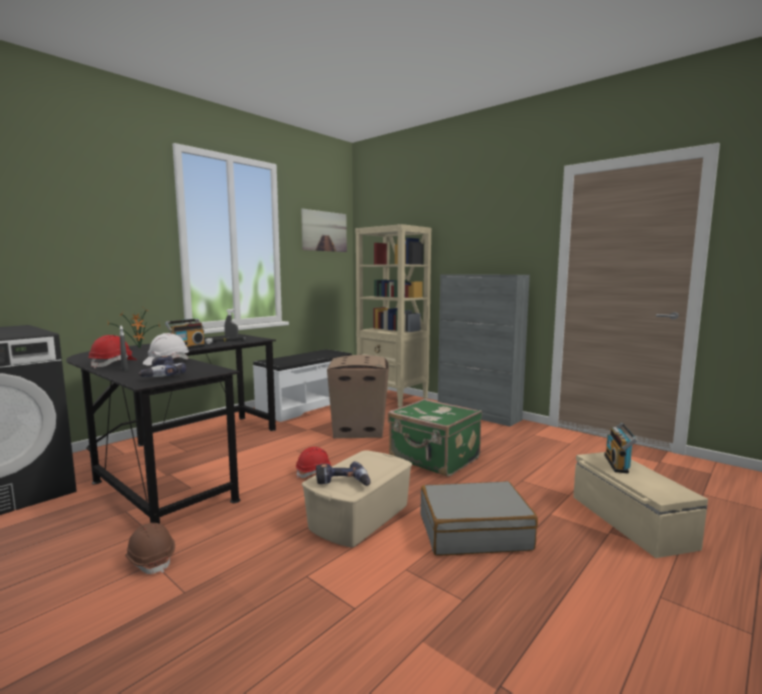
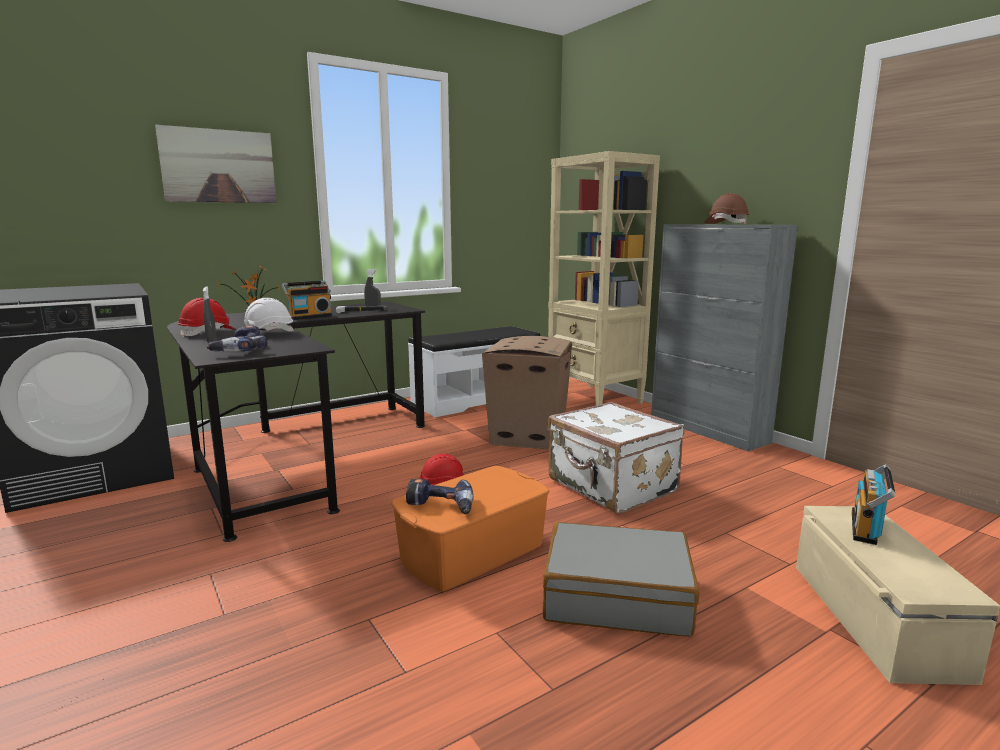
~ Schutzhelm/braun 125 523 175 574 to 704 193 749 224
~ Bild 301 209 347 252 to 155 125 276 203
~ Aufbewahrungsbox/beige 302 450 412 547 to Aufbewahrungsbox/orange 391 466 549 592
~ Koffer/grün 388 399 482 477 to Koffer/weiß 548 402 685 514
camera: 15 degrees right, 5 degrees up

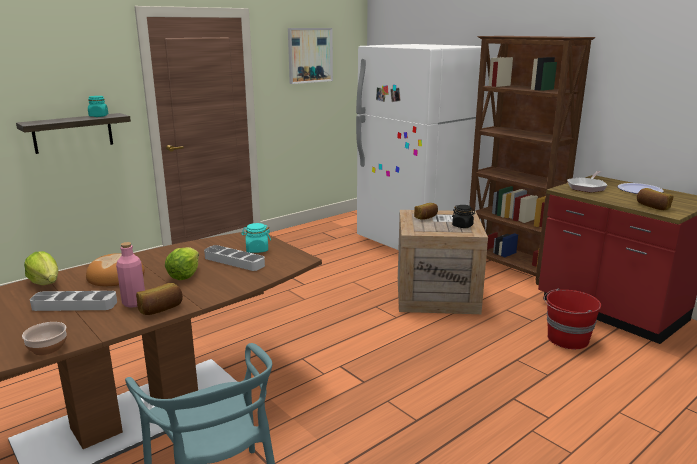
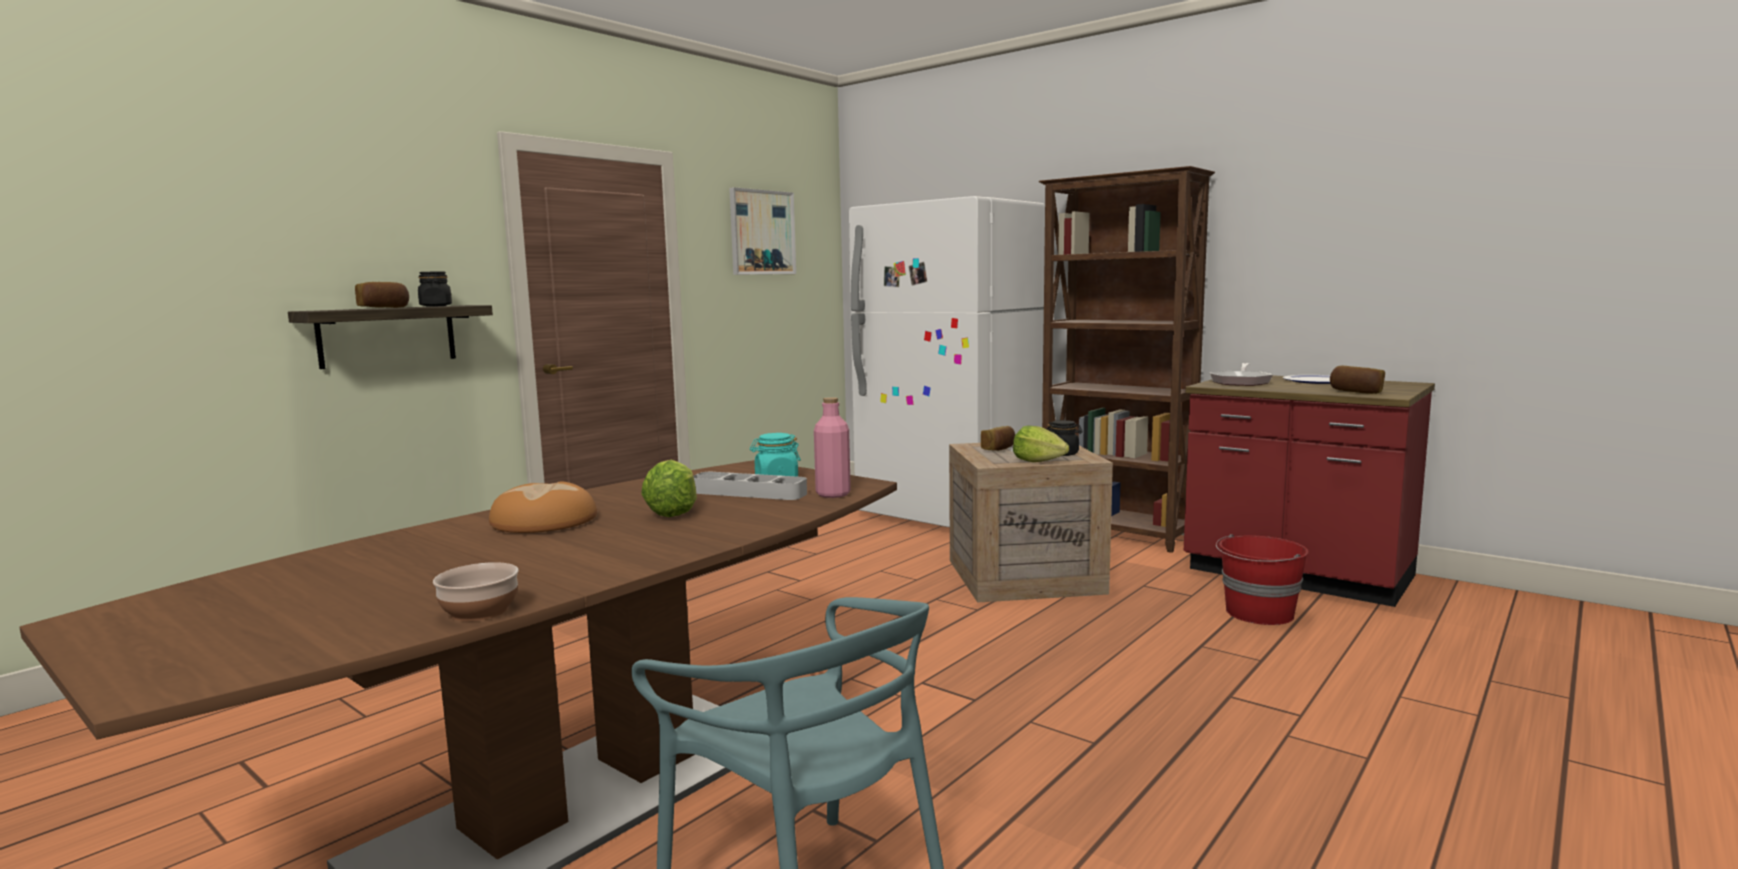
~ Salatkopf 24 251 58 285 to 1013 426 1069 462
- Tablett/grau 30 291 117 311
~ Vorratsglas/türkis 88 96 108 117 to Vorratsglas/schwarz 418 272 452 307
~ Flasche/rosa 116 242 145 308 to 814 397 851 498
~ Brot 136 283 183 315 to 355 282 409 308
camera: 10 degrees left, 10 degrees down

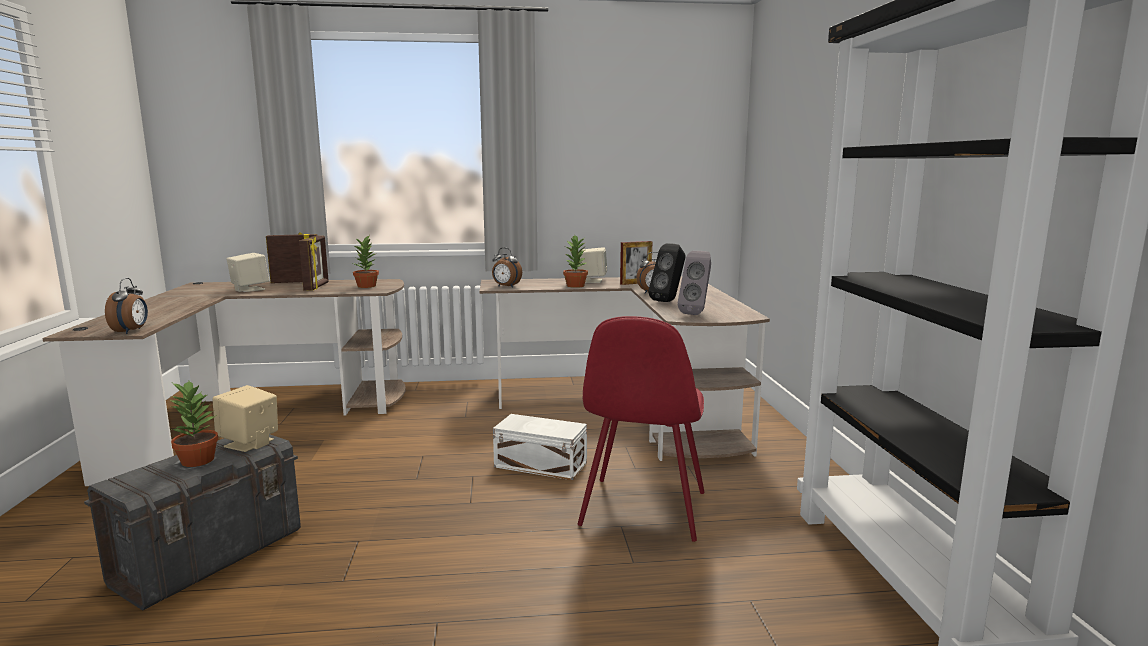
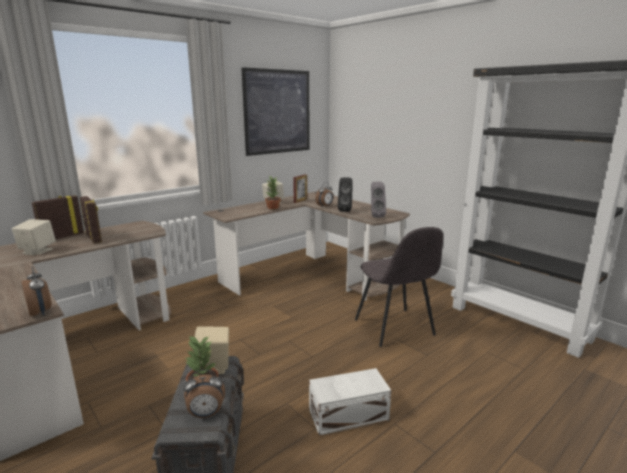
- Topfpflanze 353 236 379 288
~ Wecker 492 248 522 288 to 184 370 225 418
~ Aufbewahrungsbox/weiß 493 414 587 480 to 309 368 391 435
~ Stuhl/rot 578 316 704 542 to Stuhl/grau 355 227 443 347
+ Bild 241 67 309 156
camera: 35 degrees left, 5 degrees up

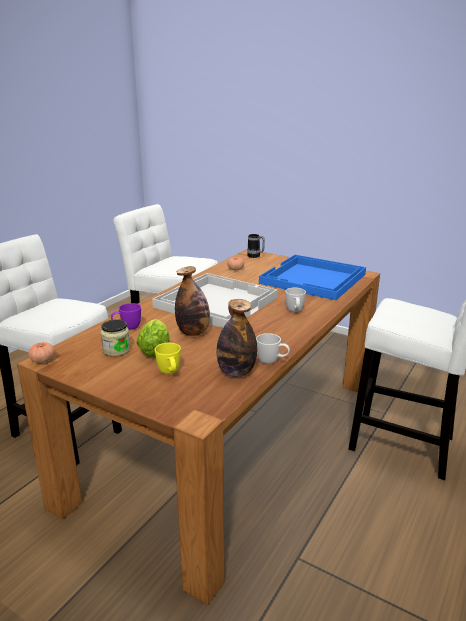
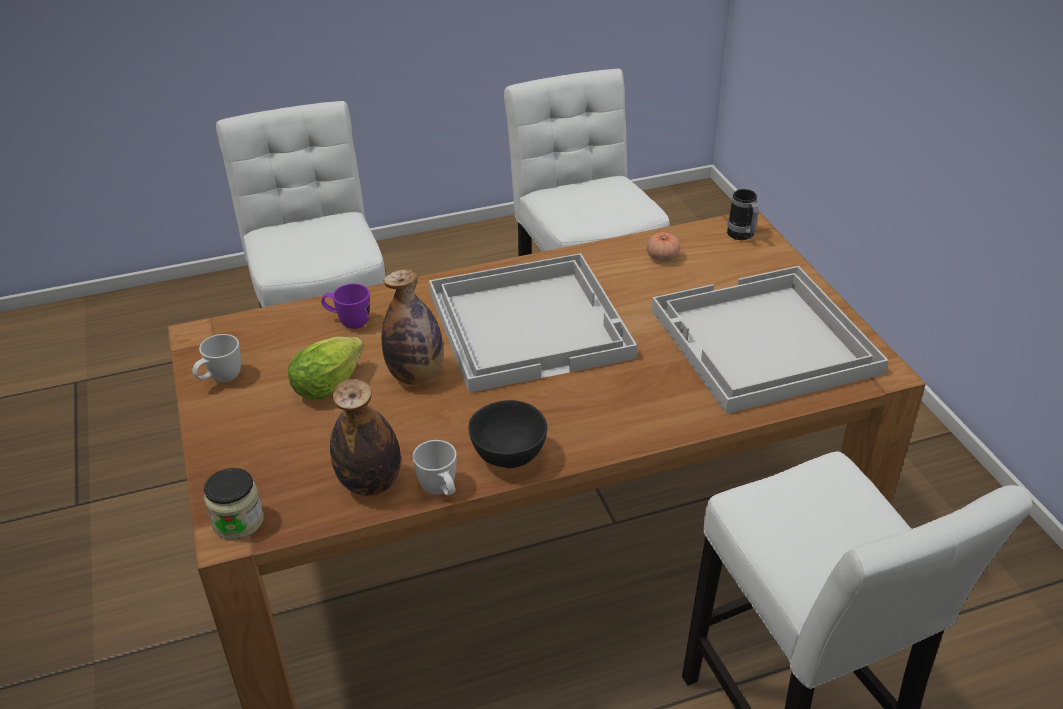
- Tomate 28 342 55 363
~ Vorratsglas 101 319 130 356 to 204 468 264 540
- Henkelbecher/gelb 155 343 181 374
~ Tablett/blau 259 255 366 300 to Tablett/weiß 652 266 889 414
~ Henkelbecher/weiß 285 288 306 312 to 192 334 241 382
+ Schüssel/schwarz 469 400 548 468
camera: 40 degrees right, 15 degrees up

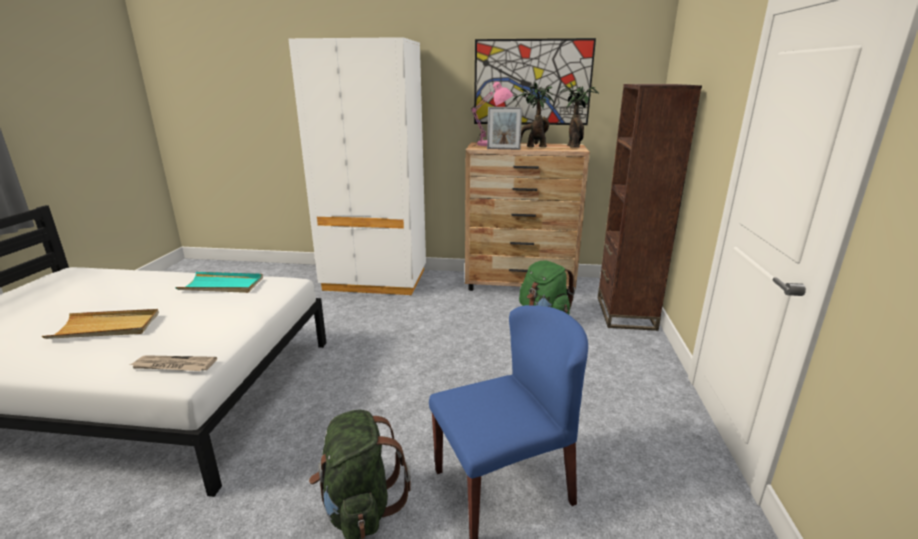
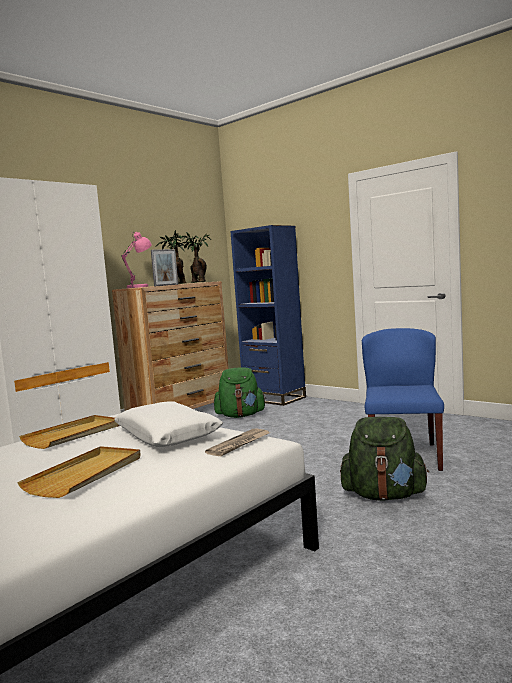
~ Tablett/türkis 175 272 263 293 to Tablett/beige 19 415 120 449
- Bild 474 38 596 125
~ Bücherregal/braun 598 84 702 331 to Bücherregal/blau 230 225 306 406
+ Kissen/weiß 114 401 223 447
camera: 55 degrees left, 15 degrees down

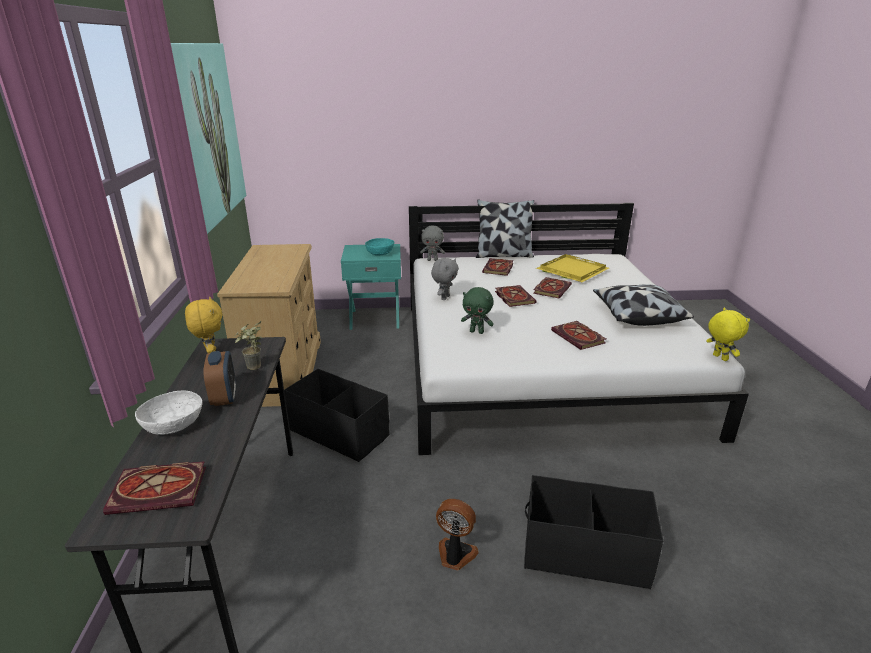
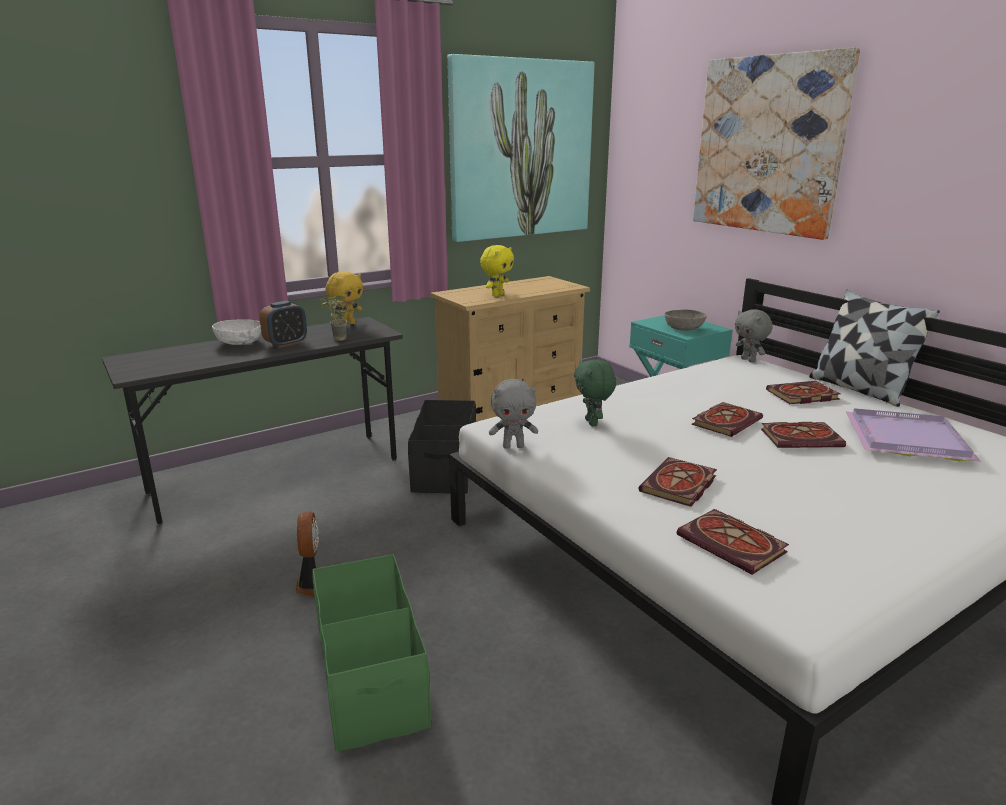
~ Buch 103 461 206 515 to 677 509 789 575
~ Schüssel/türkis 365 238 394 256 to Schüssel/grau 665 310 707 331
~ Plüschtier/grau 431 258 459 300 to 489 379 538 449
~ Aufbewahrungsbox/schwarz 524 475 663 590 to Aufbewahrungsbox/grün 312 554 431 752
~ Tablett/gelb 536 254 609 282 to Tablett/lila 846 408 981 462
- Kissen 593 284 694 326
~ Plüschtier/gelb 706 308 750 361 to 480 245 514 297
+ Bild 693 47 860 240
camera: 60 degrees right, 5 degrees down

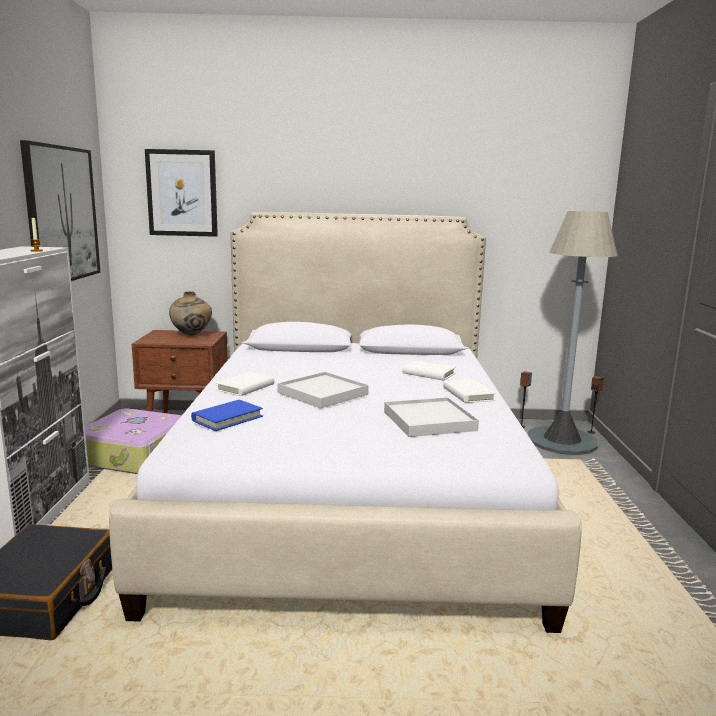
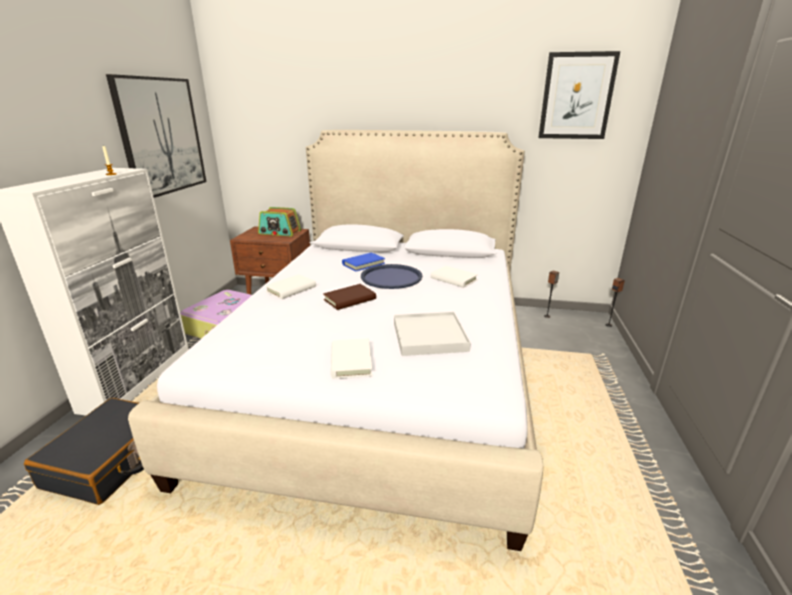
~ Bild 145 149 218 237 to 538 51 620 139
~ Vase/beige 169 291 212 336 to Radio 258 207 301 236
~ Buch/blau 191 400 263 431 to 342 253 385 271
~ Tablett/weiß 277 372 369 409 to Buch/braun 323 284 376 310
~ Buch/weiß 443 379 496 403 to 331 338 373 379
- Stehlampe/grau 527 211 618 455
+ Tablett/blau 361 264 422 289
camera: 10 degrees right, 10 degrees up

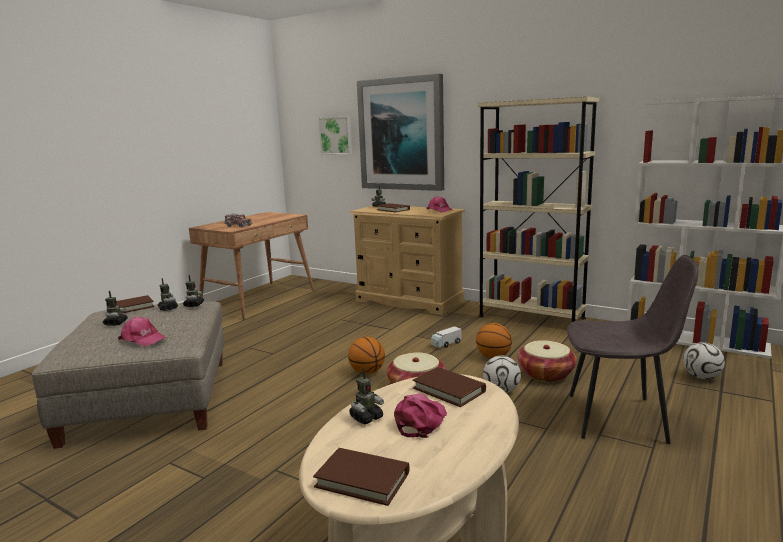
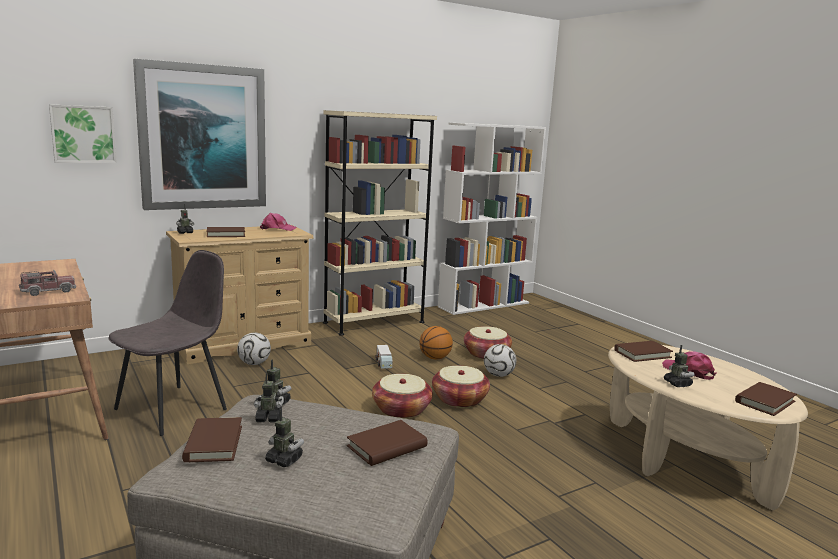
~ Kappe/rosa 118 317 166 346 to Buch/braun 347 420 428 466
~ Basketball 348 337 385 374 to Korb 372 374 433 419
~ Stuhl/grau 567 255 699 444 to 108 250 227 436
~ Fußball 683 342 725 379 to 237 332 271 365
camera: 65 degrees left, 0 degrees up

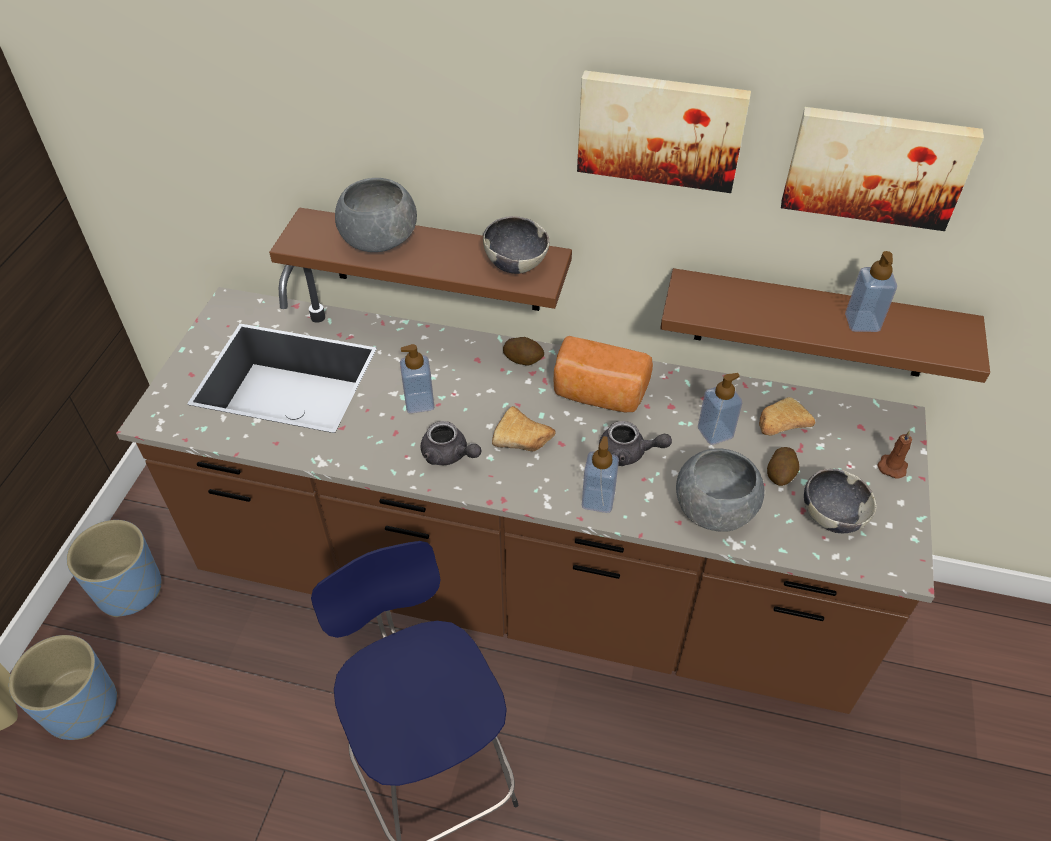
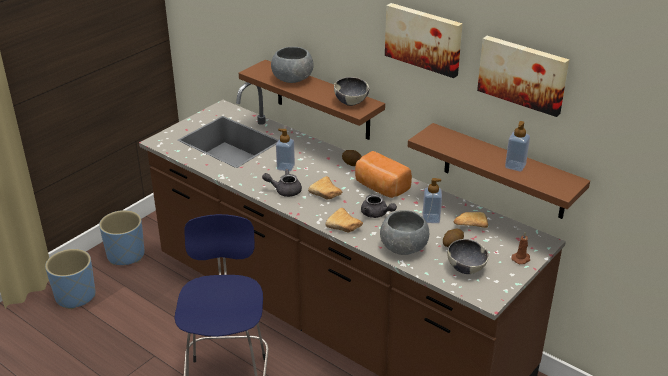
~ Teekanne/grau 421 421 481 465 = 262 169 302 197 120 degrees clockwise
~ Seifenspender 582 436 619 513 to Brot 325 208 363 232
camera: 25 degrees right, 15 degrees down

